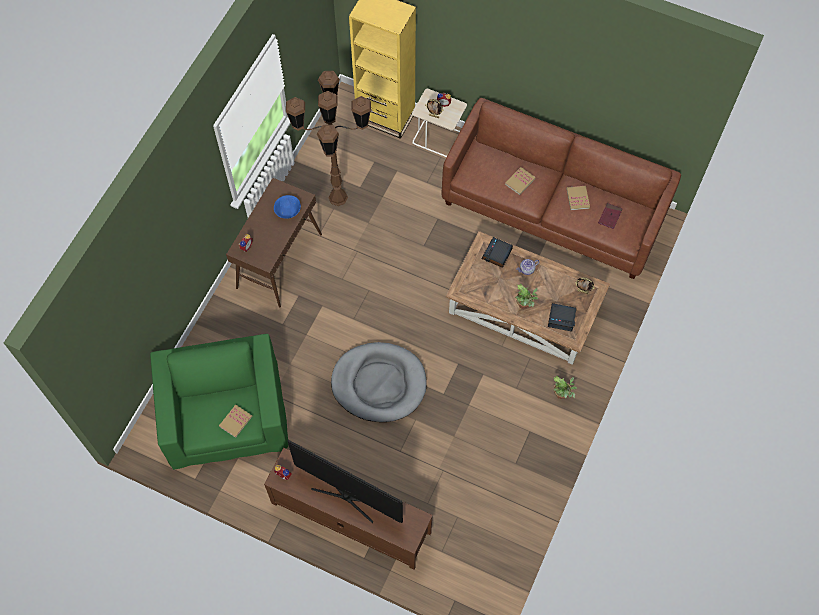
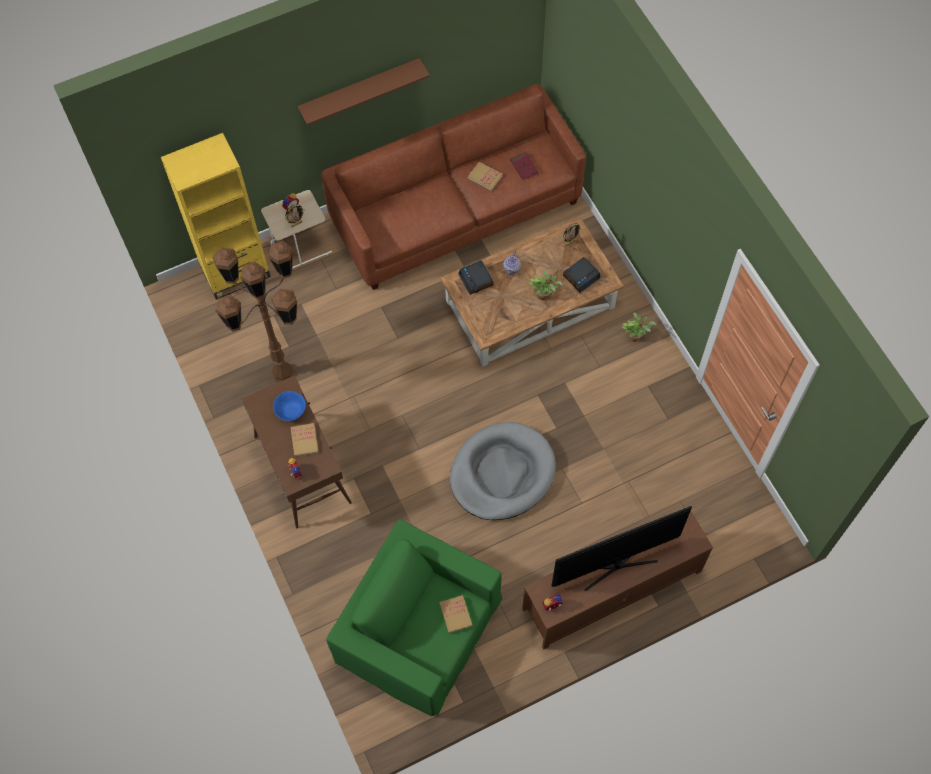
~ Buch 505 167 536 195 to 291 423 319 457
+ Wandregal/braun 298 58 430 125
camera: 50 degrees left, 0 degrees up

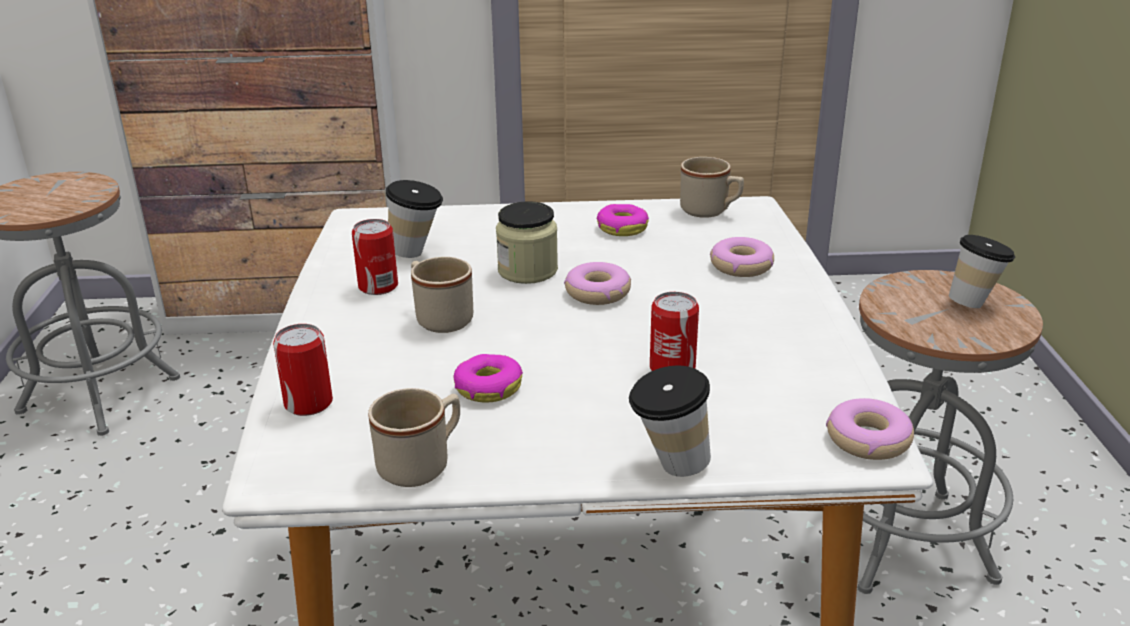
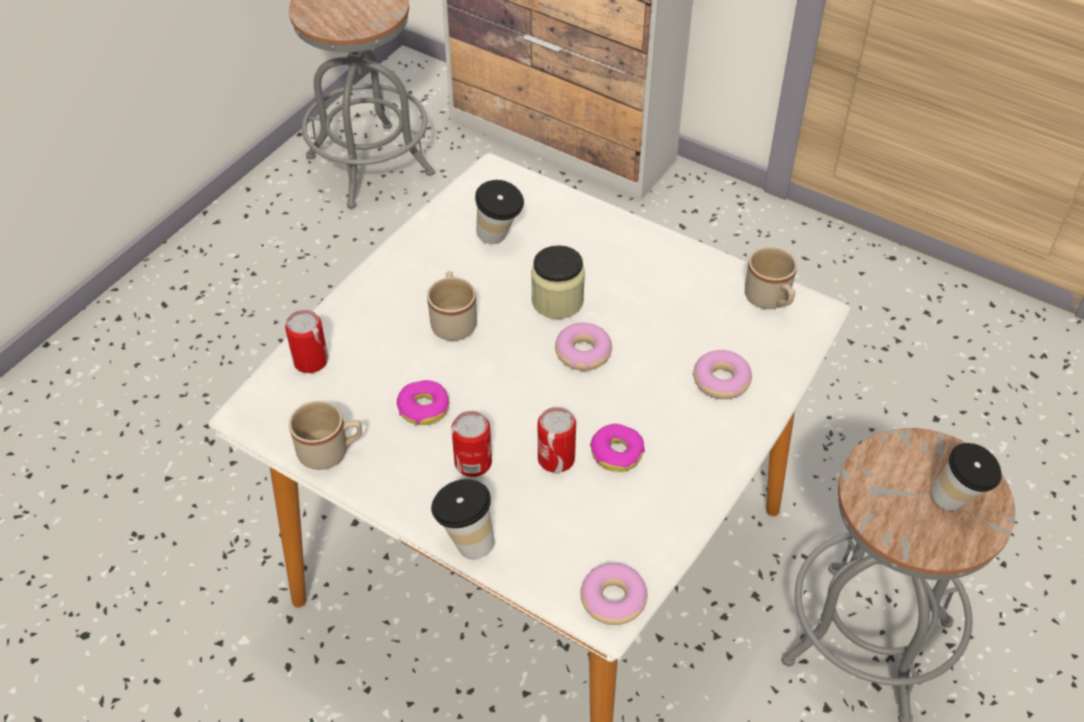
~ Dose 352 219 398 295 to 451 411 492 477
~ Donut 597 204 649 236 to 590 424 645 472
camera: 35 degrees right, 20 degrees up

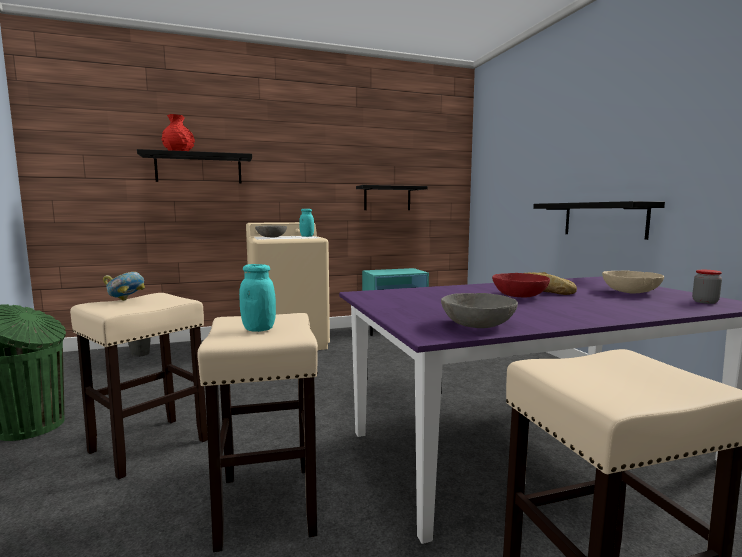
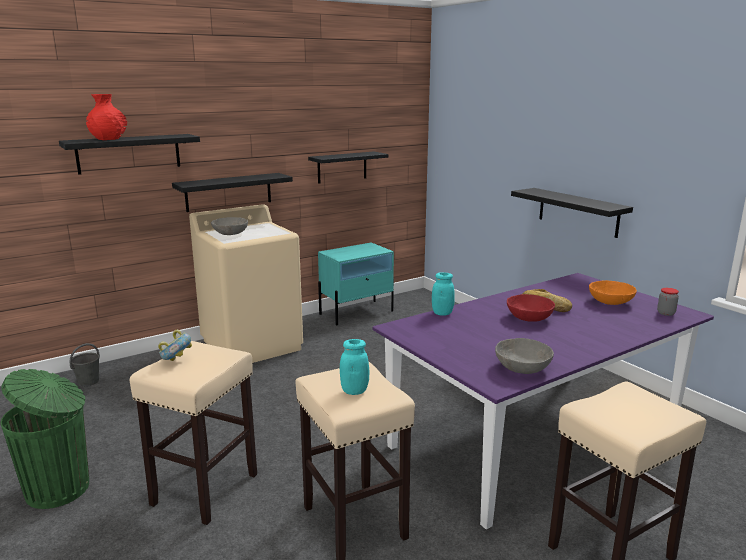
~ Vorratsglas/türkis 299 209 314 237 to 432 272 455 316
~ Schüssel/beige 602 271 664 293 to Schüssel/orange 589 280 637 305
+ Wandregal/schwarz 172 173 293 212
camera: 15 degrees left, 10 degrees up

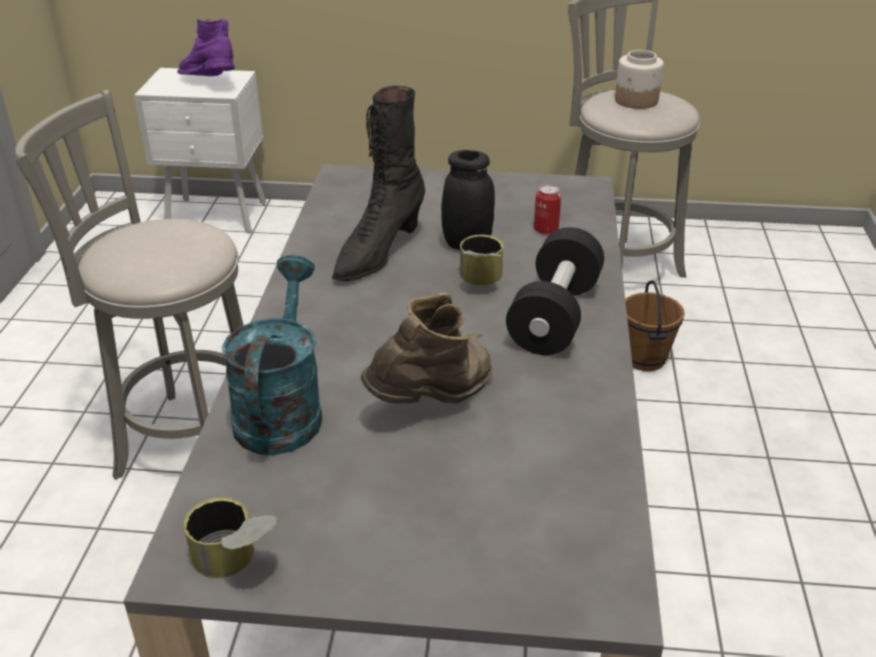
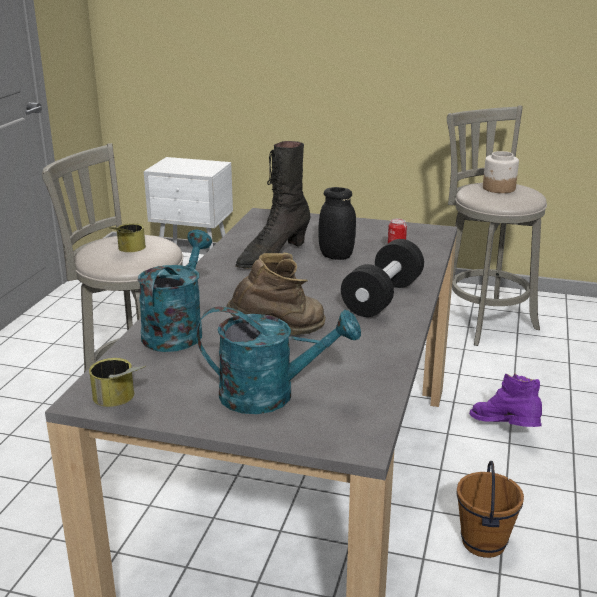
~ Stiefel/lila 177 19 235 76 to 469 373 542 427
~ Dose 460 234 504 285 to 109 223 146 252
~ Eimer/braun 625 280 685 371 to 456 461 524 558
+ Gießkanne/türkis 196 306 361 414
camera: 10 degrees right, 10 degrees down

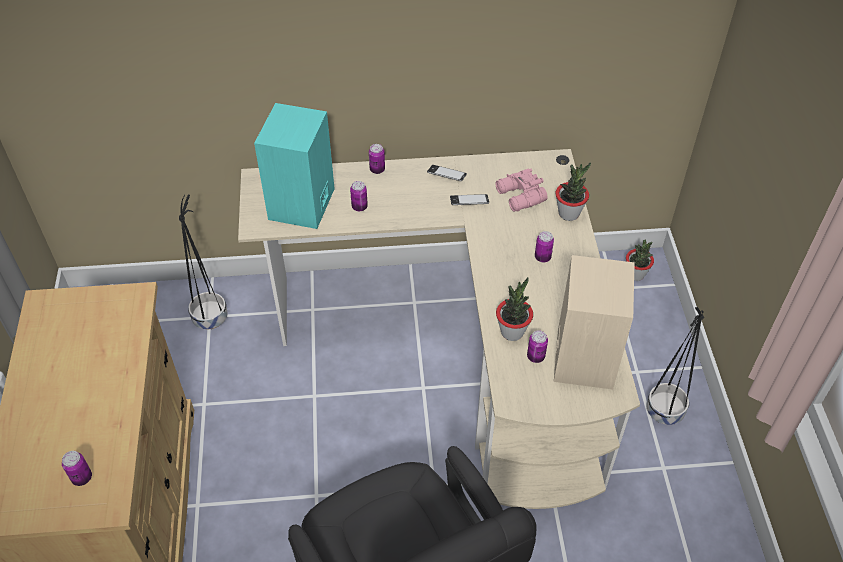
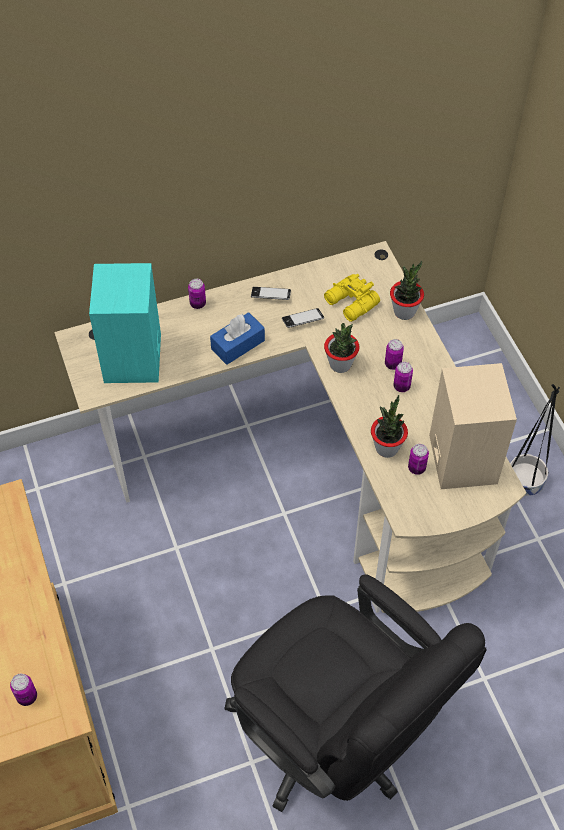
- Pflanzkübel/schwarz 179 194 227 329
~ Dose 350 181 368 211 to 393 362 413 392
~ Fernglas/rosa 495 169 548 212 to Fernglas/gelb 324 274 380 322
~ Topfpflanze 626 240 654 281 to 324 323 360 373
+ Taschentuchbox/blau 210 312 265 365
camera: 15 degrees left, 5 degrees up

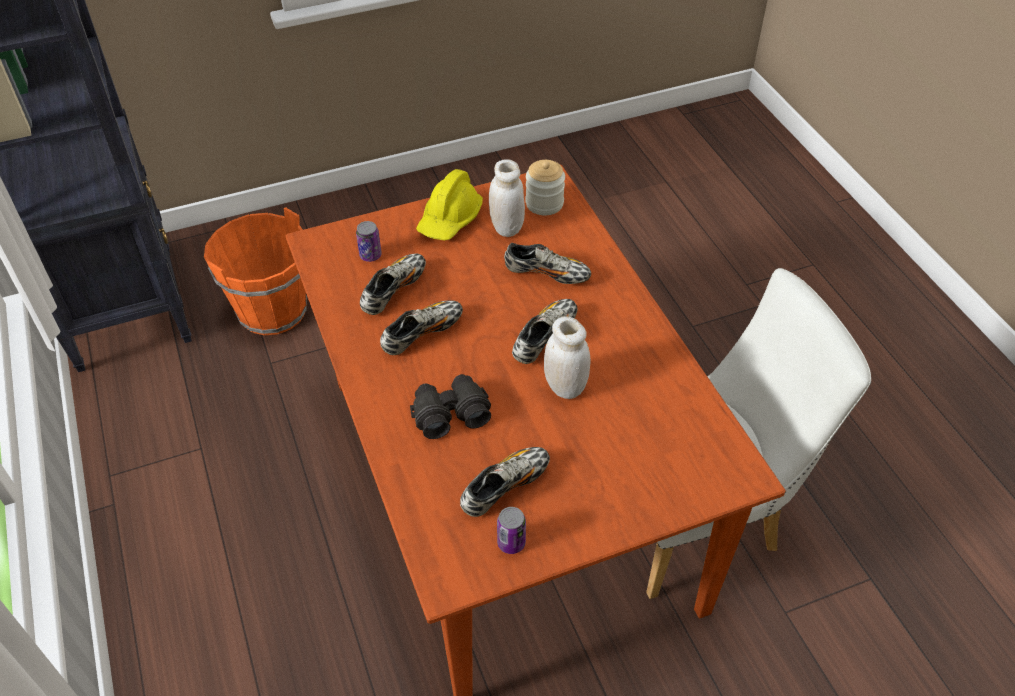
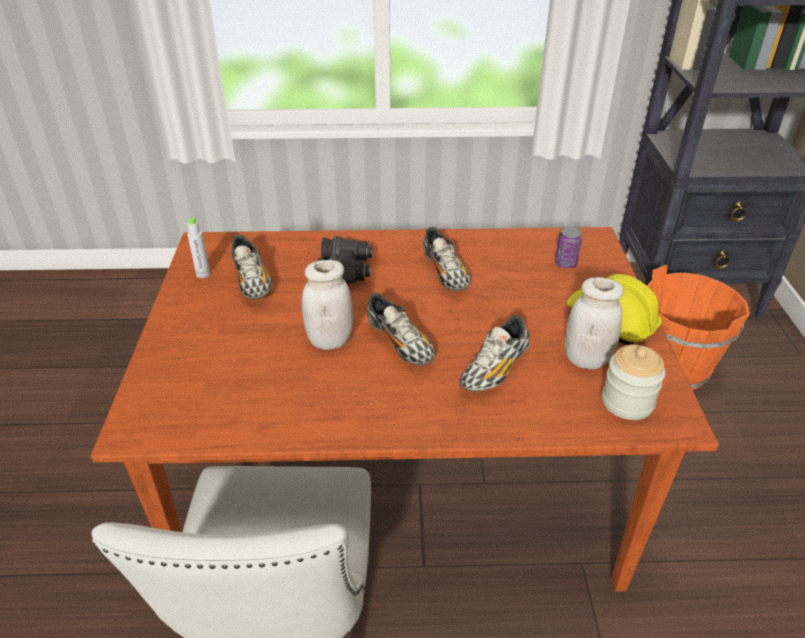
- Schuh 360 253 426 315
~ Dose 497 507 526 554 to Flasche/grau 187 217 211 278
camera: 110 degrees right, 10 degrees down

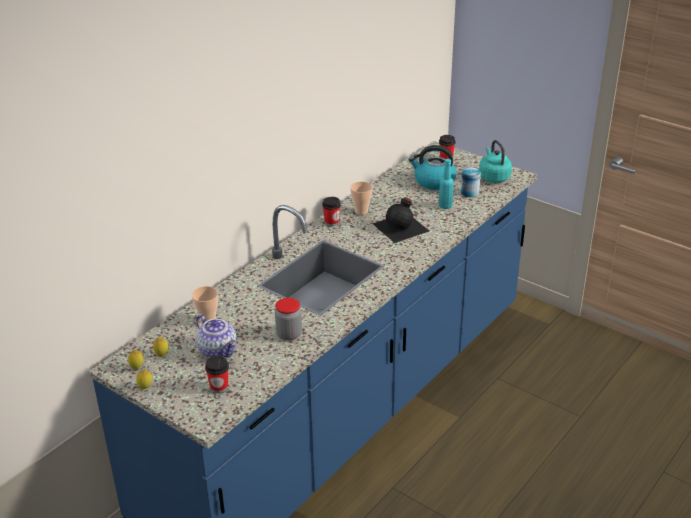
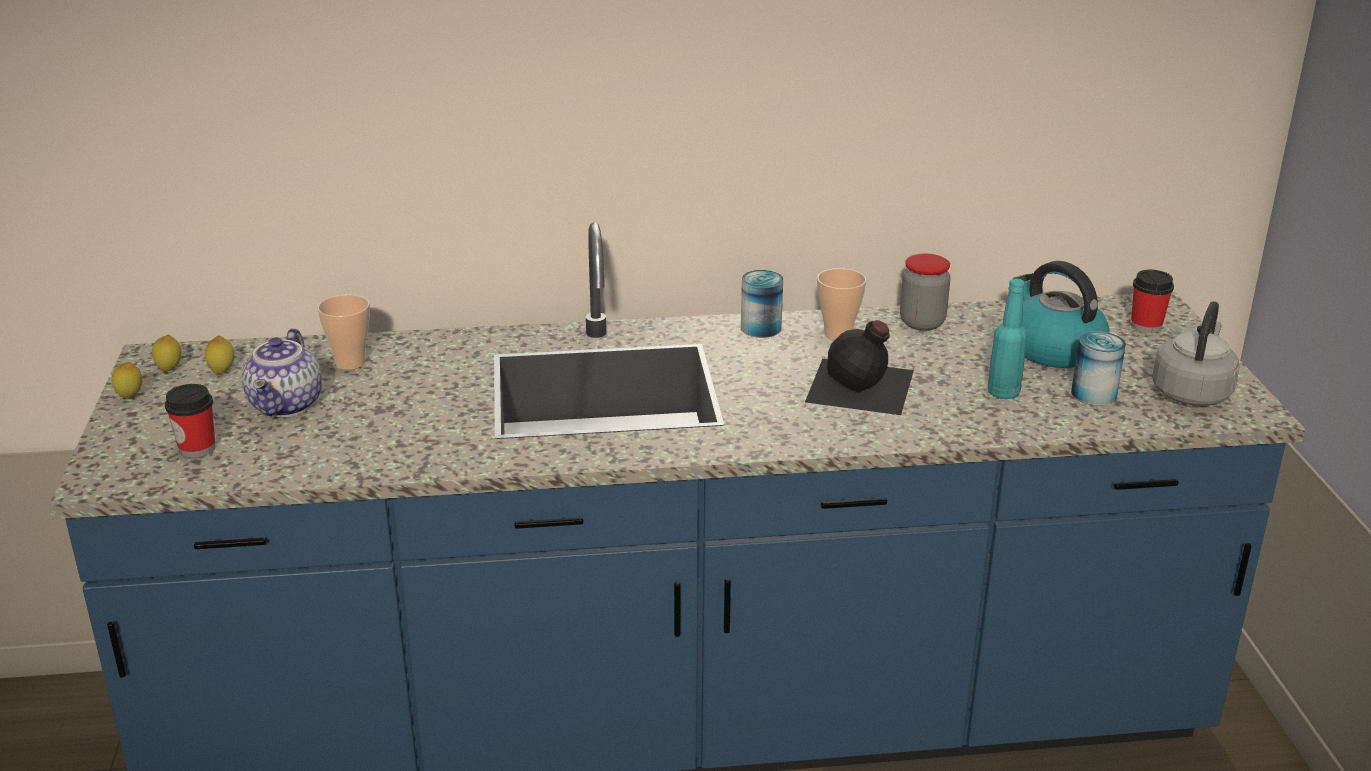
~ Vorratsglas 275 298 302 341 to 900 254 951 331
~ Tasse 322 197 341 227 to Dose 741 270 783 338
~ Wasserkessel/türkis 479 140 512 183 to Wasserkessel/grau 1152 301 1239 406
camera: 45 degrees right, 5 degrees down

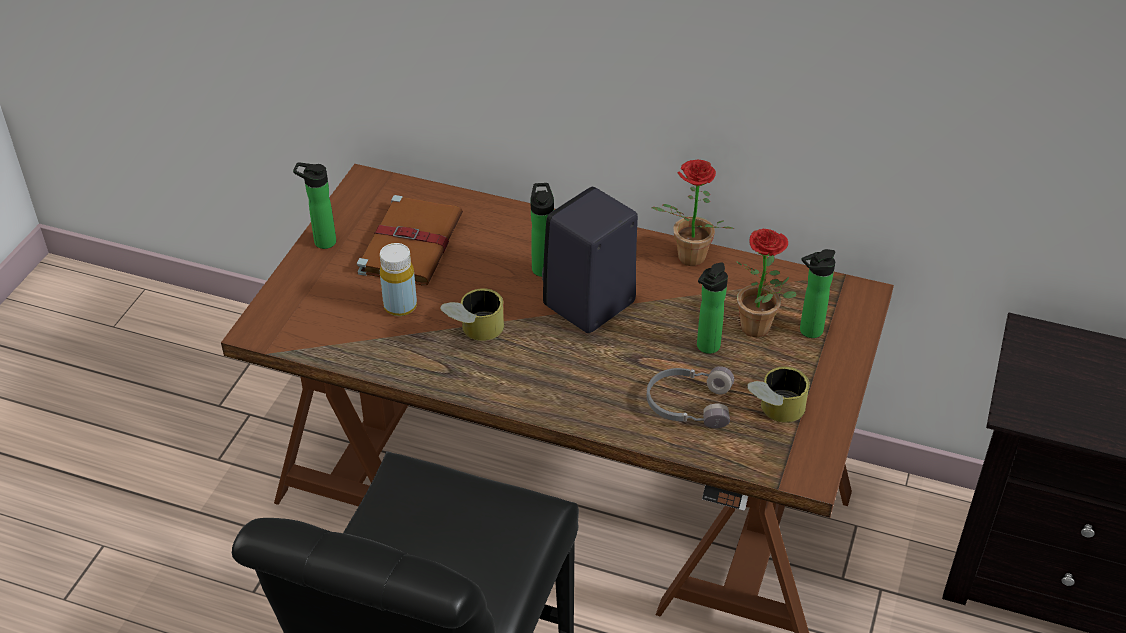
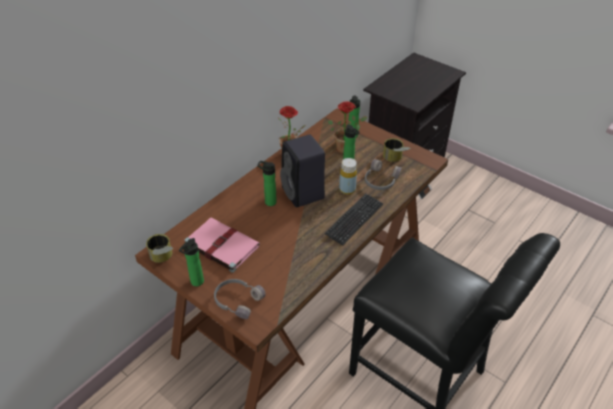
~ Buch/braun 357 195 463 285 to Buch/rosa 184 217 260 273
~ Flasche/gelb 380 243 417 316 to 339 158 357 194
~ Dose 440 288 504 341 to 146 234 173 263
+ Kopfhörer/grau 214 279 266 319
+ Tastatur 325 193 383 246
camera: 70 degrees left, 0 degrees up

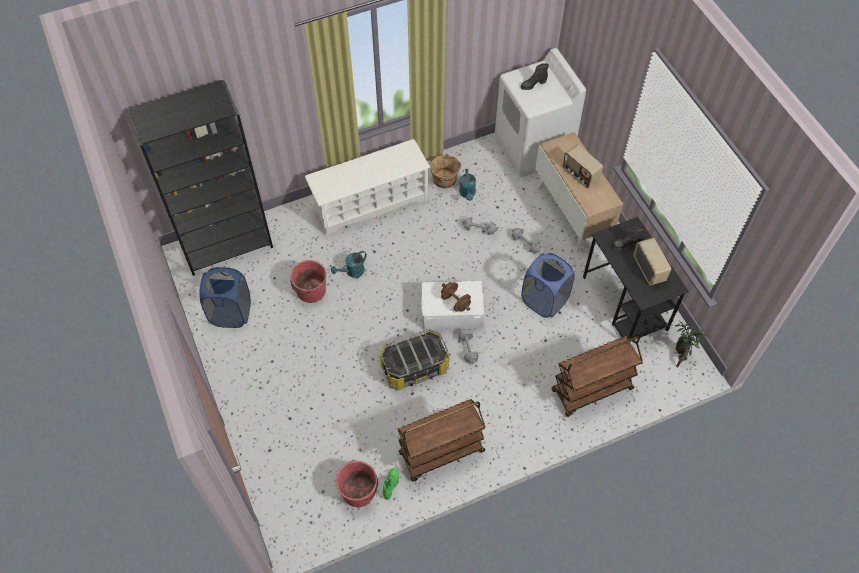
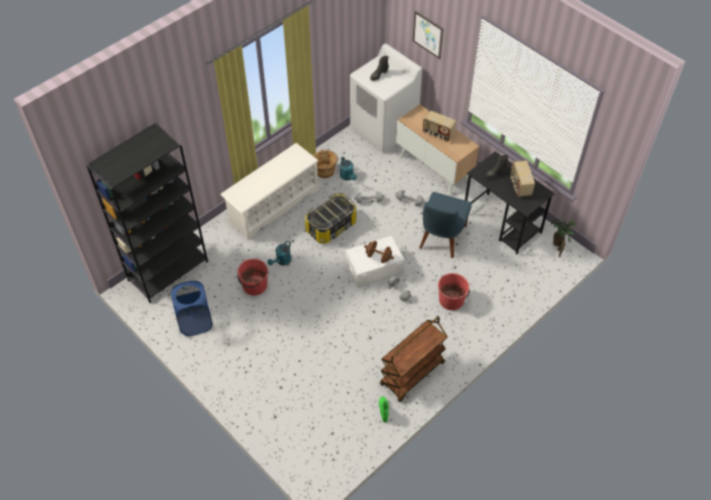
~ Eimer/rot 336 460 378 507 to 438 273 470 310
~ Aufbewahrungsbox 380 329 449 390 to 305 193 356 244
~ Wäschekorb/blau 521 253 575 318 to Stuhl/blau 419 192 472 258
- Rollwagen/braun 551 336 643 417
~ Radio 633 238 671 285 = 510 160 535 197 150 degrees counterclockwise
+ Bild 412 11 444 59
camera: 20 degrees left, 5 degrees down

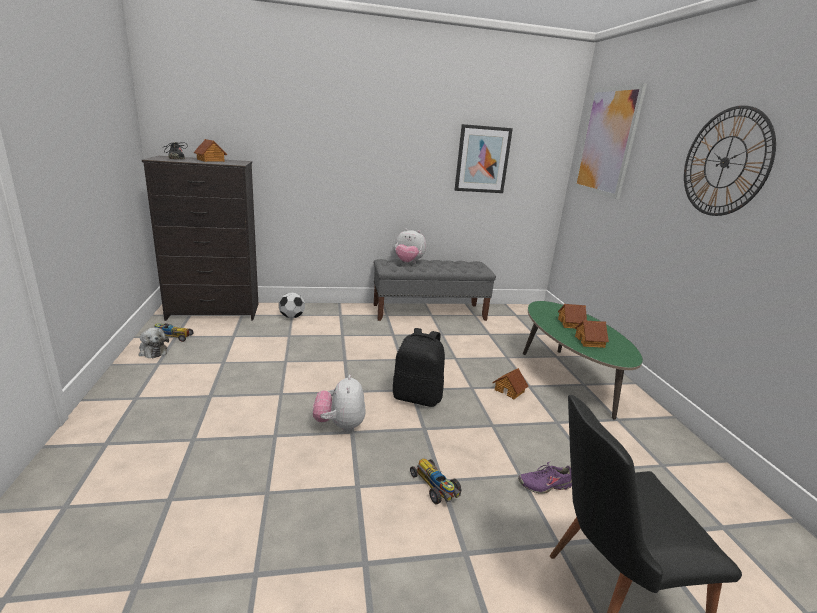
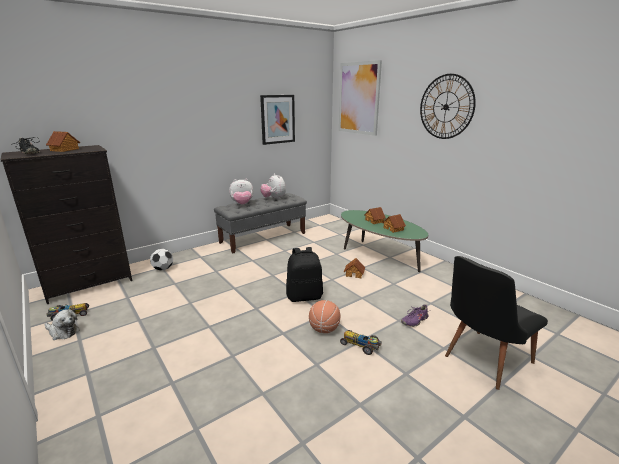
~ Plüschtier 313 375 366 432 to 261 174 286 199
+ Basketball 309 300 340 333
camera: 25 degrees left, 0 degrees up

